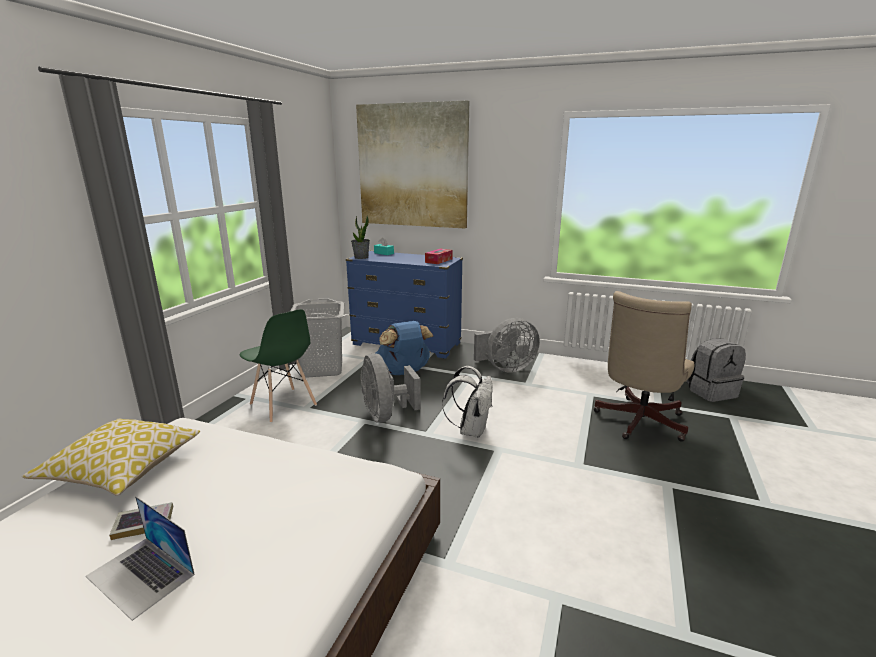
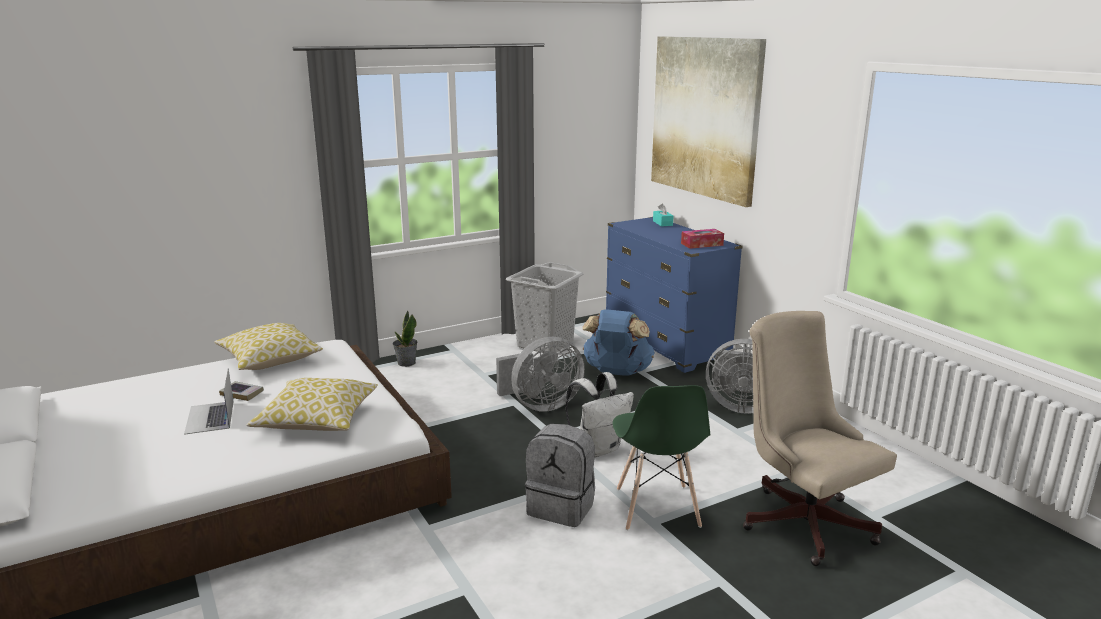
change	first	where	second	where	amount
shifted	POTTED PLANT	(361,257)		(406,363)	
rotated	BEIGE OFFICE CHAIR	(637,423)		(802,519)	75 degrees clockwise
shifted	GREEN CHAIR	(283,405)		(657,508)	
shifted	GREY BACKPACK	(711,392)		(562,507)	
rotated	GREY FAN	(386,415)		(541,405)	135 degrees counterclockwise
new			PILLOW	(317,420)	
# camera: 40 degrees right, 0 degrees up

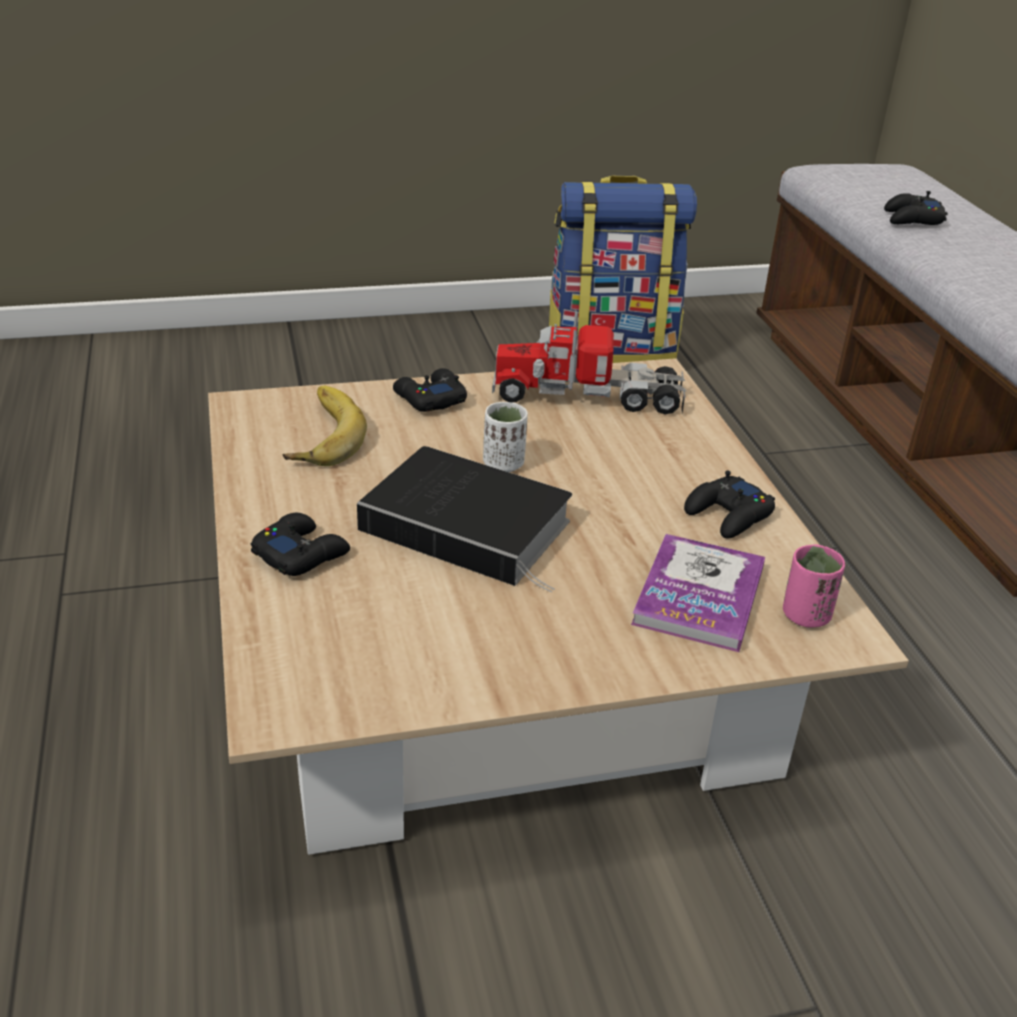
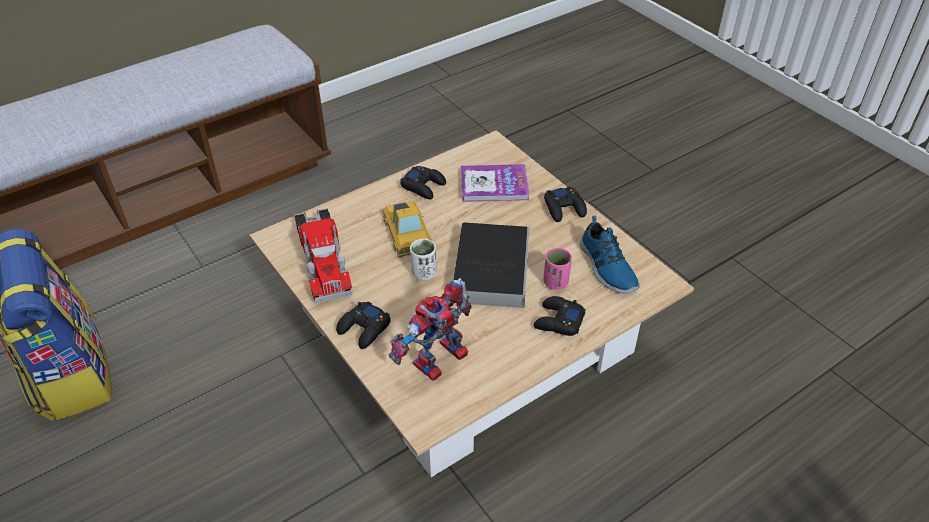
change	first	where	second	where	amount
shifted	BLACK GAME CONTROLLER	(912,219)		(564,208)	
swapped	BANANA	(319,434)	TOY ROBOT	(439,364)	
shifted	PINK CUP	(805,615)		(555,282)	
new			TOY CAR	(408,234)	
new			SHOE	(606,267)	
# camera: 110 degrees left, 10 degrees up

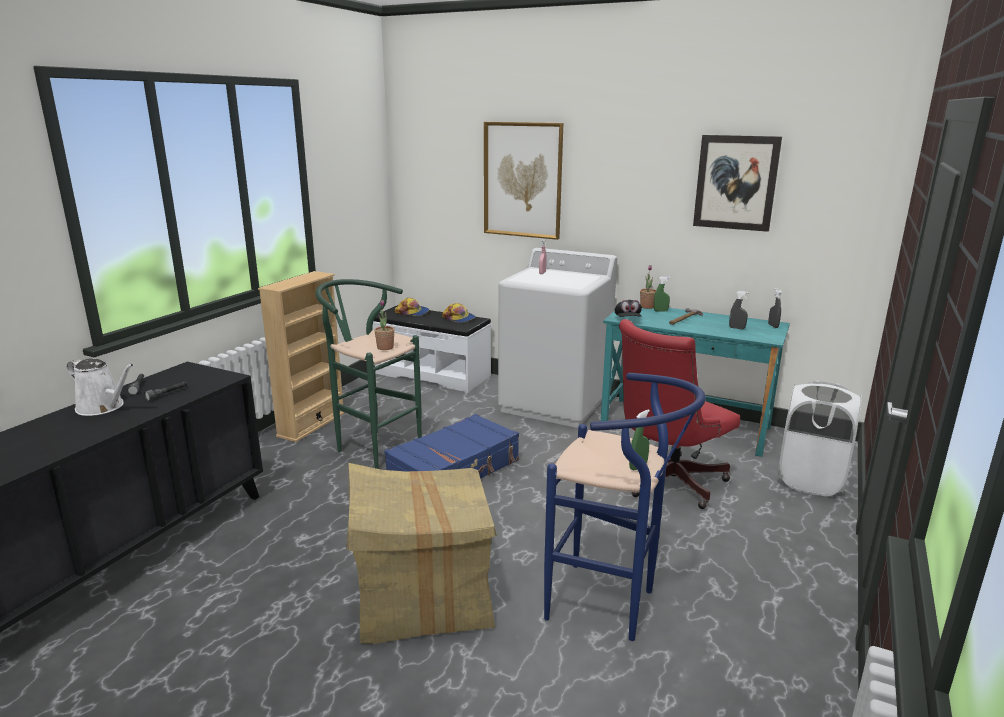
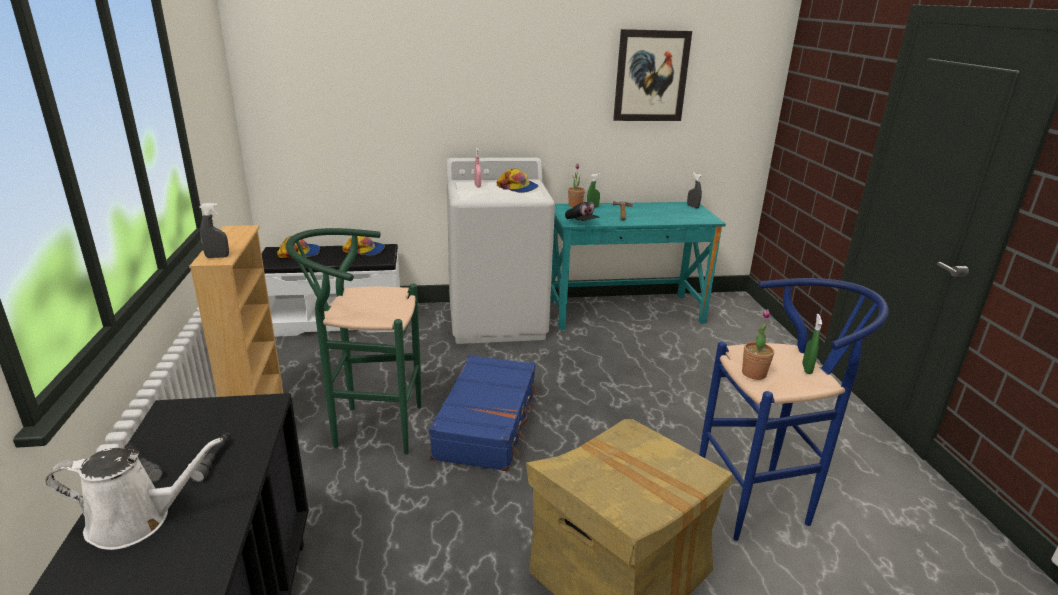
change	first	where	second	where	amount
gone	PICTURE	(522,180)			
shifted	GREY SPRAY BOTTLE	(737,328)		(217,257)	
shifted	POTTED PLANT	(385,347)		(754,373)	
gone	RED OFFICE CHAIR	(666,482)			
gone	WHITE LAUNDRY BASKET	(810,480)			
new			CAP	(517,188)	
# camera: 35 degrees left, 5 degrees up

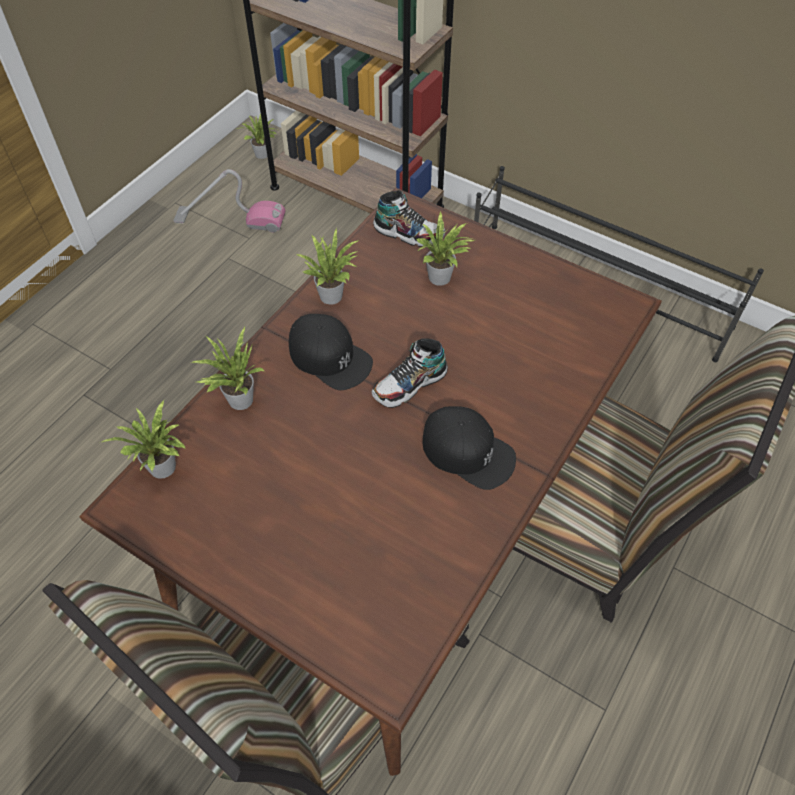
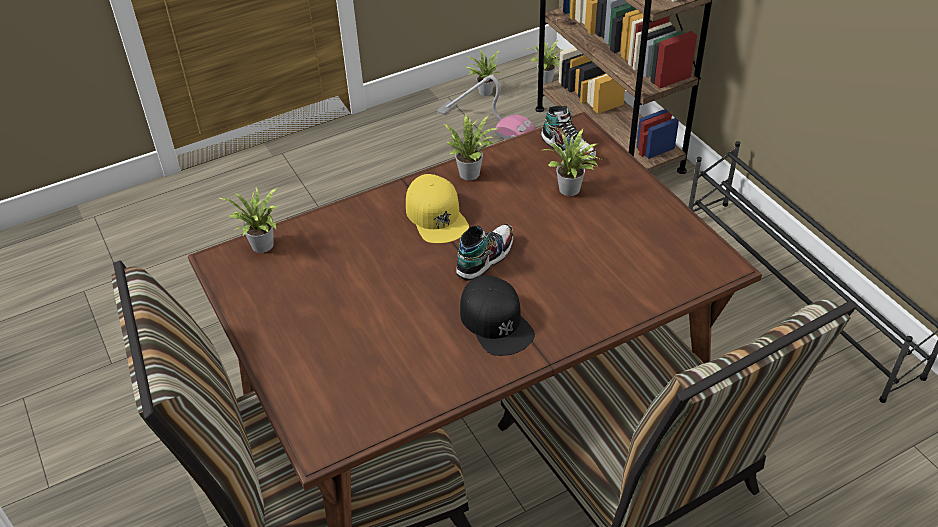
change	first	where	second	where	amount
repainted	BLACK CAP	(330,357)	YELLOW CAP	(436,216)	
shifted	POTTED PLANT	(237,399)		(484,91)	
rotated	SHOE	(410,385)		(485,258)	135 degrees clockwise
# camera: 30 degrees right, 10 degrees down

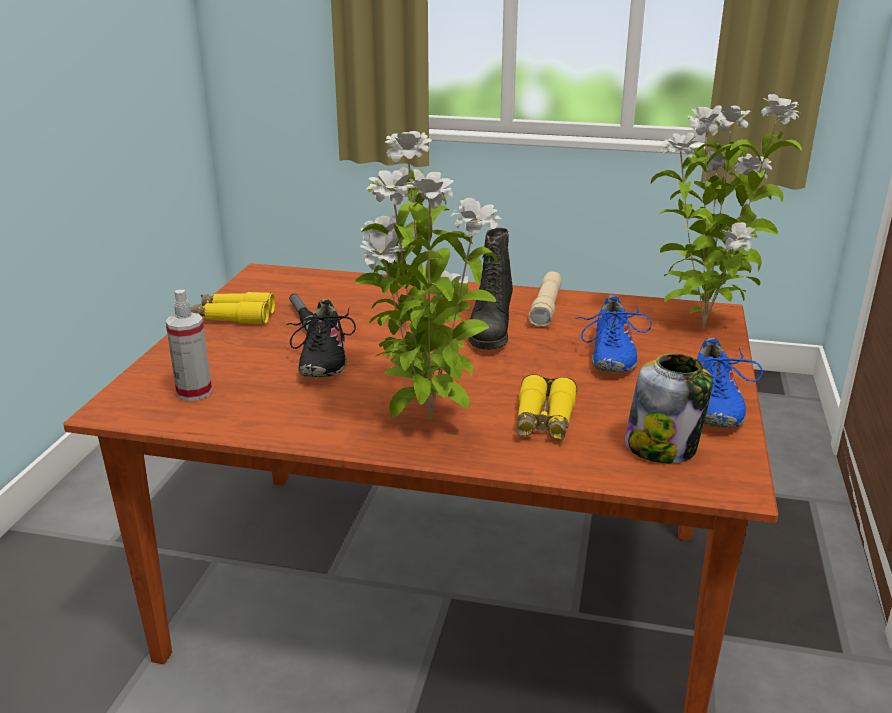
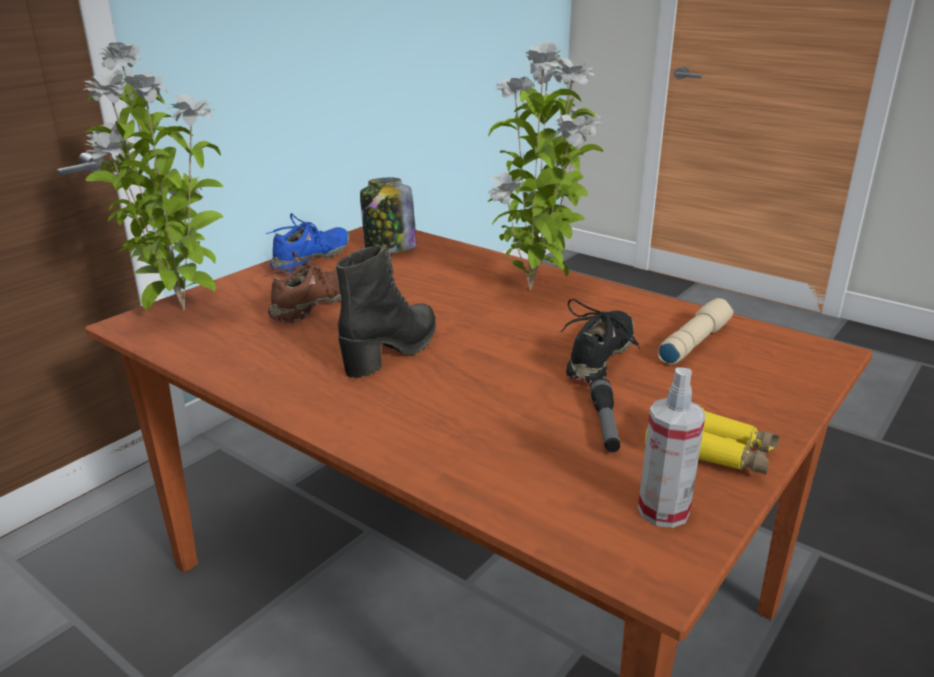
change	first	where	second	where	amount
shifted	BEIGE FLASHLIGHT	(547,308)		(693,342)	
shifted	SPRAY BOTTLE	(194,392)		(663,511)	
repainted	BLUE SHOE	(610,355)	BROWN SHOE	(316,304)	
gone	YELLOW BINOCULARS	(544,420)			
# camera: 155 degrees left, 0 degrees up

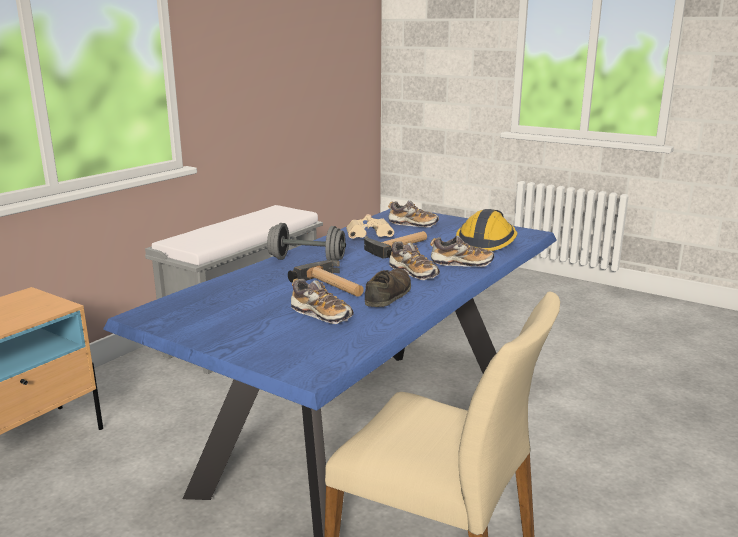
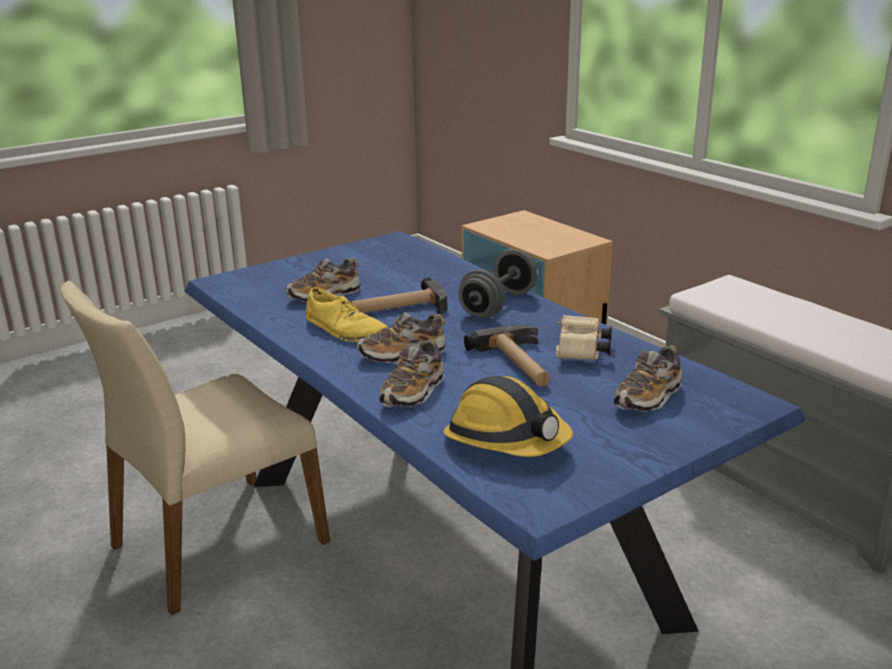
change	first	where	second	where	amount
repainted	BROWN SHOE	(388,294)	YELLOW SHOE	(345,330)	
# camera: 110 degrees right, 5 degrees up

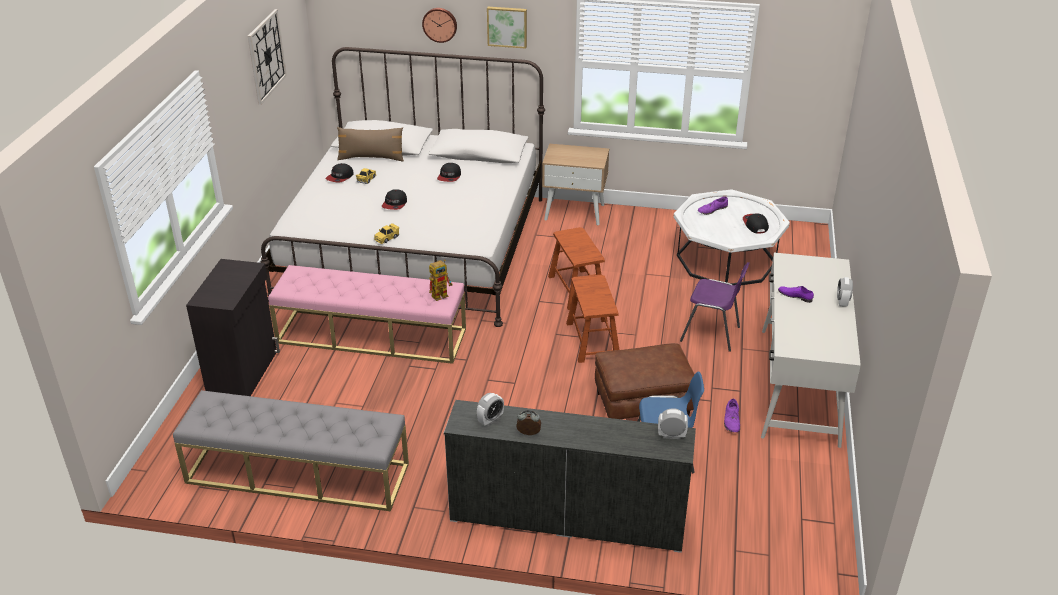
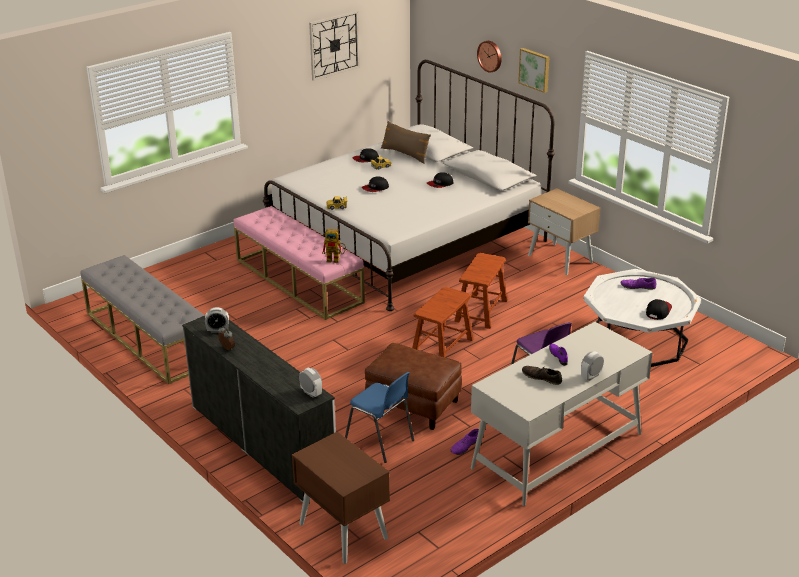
change	first	where	second	where	amount
gone	BLACK CABINET	(244,373)			
new			BROWN SHOE	(541,377)	
new			BROWN NIGHTSTAND	(342,530)	
# camera: 40 degrees right, 5 degrees down

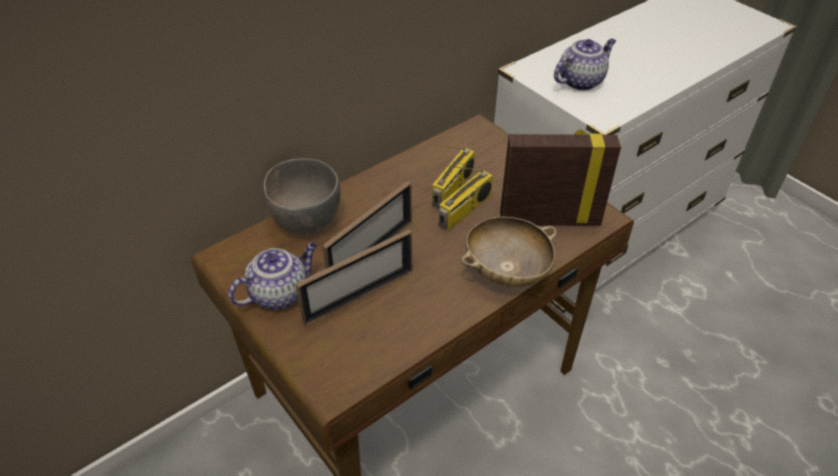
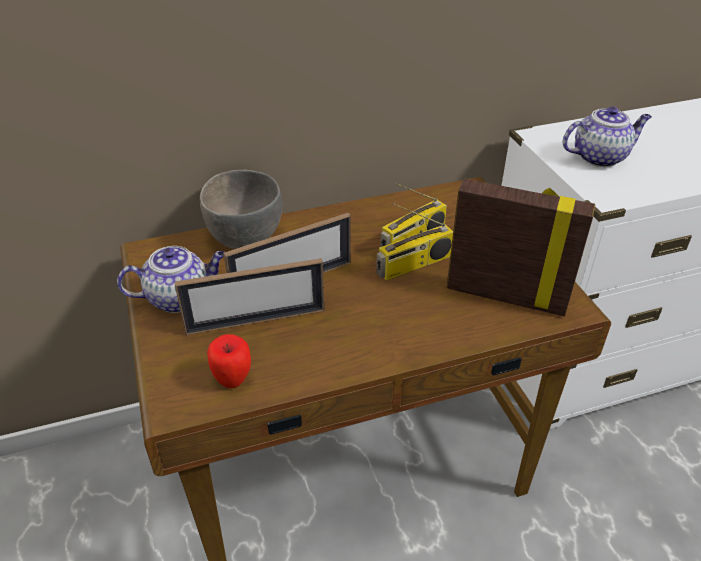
change	first	where	second	where	amount
gone	BEIGE BOWL	(506,270)			
new			APPLE	(233,380)	
# camera: 20 degrees right, 5 degrees down

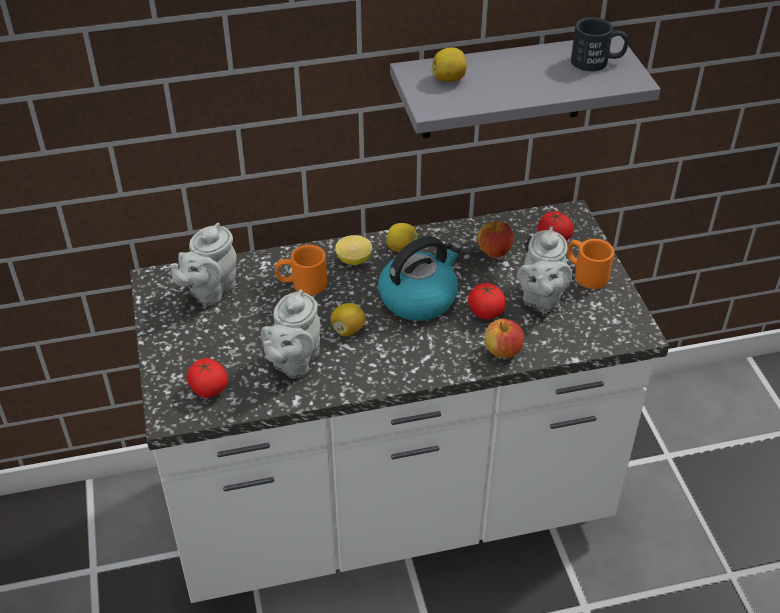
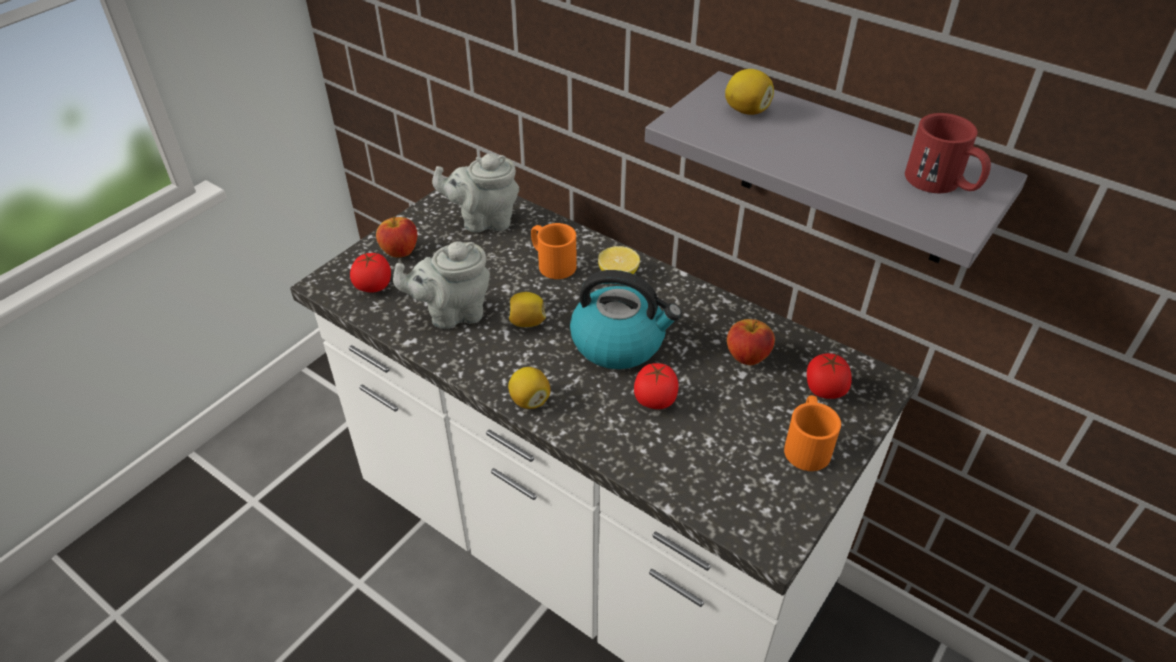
change	first	where	second	where	amount
repainted	BLACK MUG	(597,61)	RED MUG	(942,183)	
shifted	LEMON	(401,248)		(529,400)	
gone	GREY TEAPOT	(540,298)			
shifted	APPLE	(502,351)		(400,252)	
# camera: 50 degrees right, 0 degrees up

